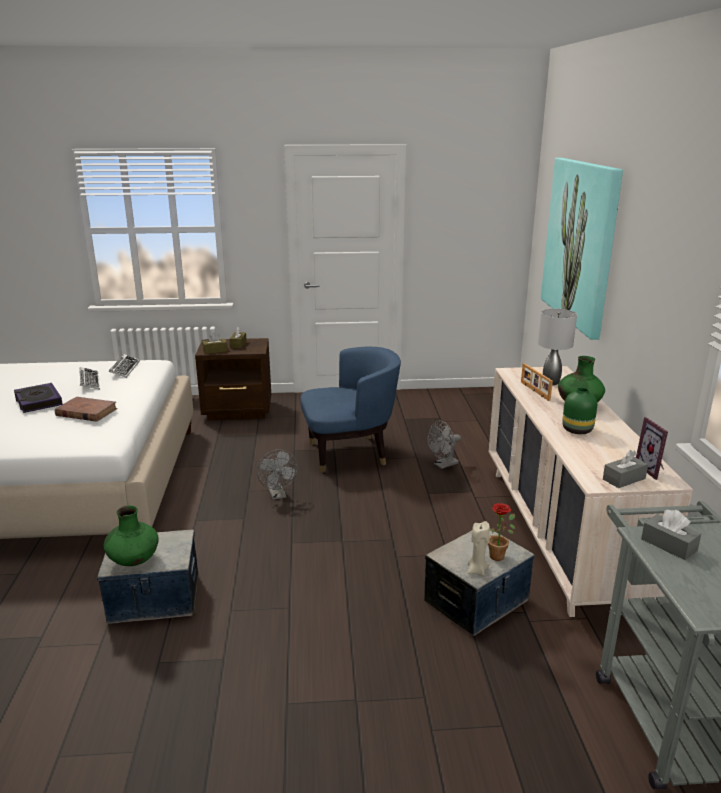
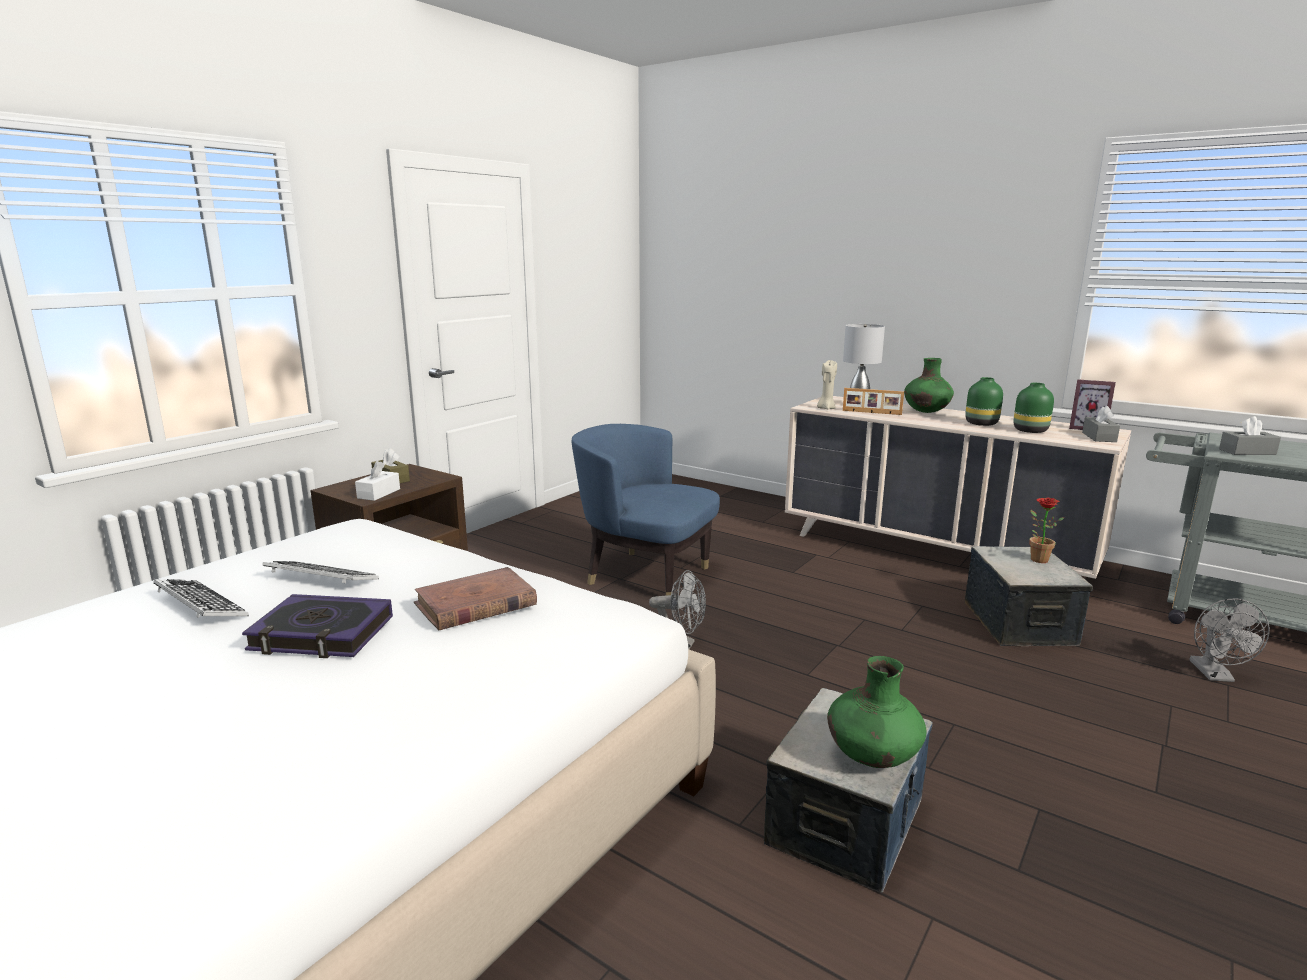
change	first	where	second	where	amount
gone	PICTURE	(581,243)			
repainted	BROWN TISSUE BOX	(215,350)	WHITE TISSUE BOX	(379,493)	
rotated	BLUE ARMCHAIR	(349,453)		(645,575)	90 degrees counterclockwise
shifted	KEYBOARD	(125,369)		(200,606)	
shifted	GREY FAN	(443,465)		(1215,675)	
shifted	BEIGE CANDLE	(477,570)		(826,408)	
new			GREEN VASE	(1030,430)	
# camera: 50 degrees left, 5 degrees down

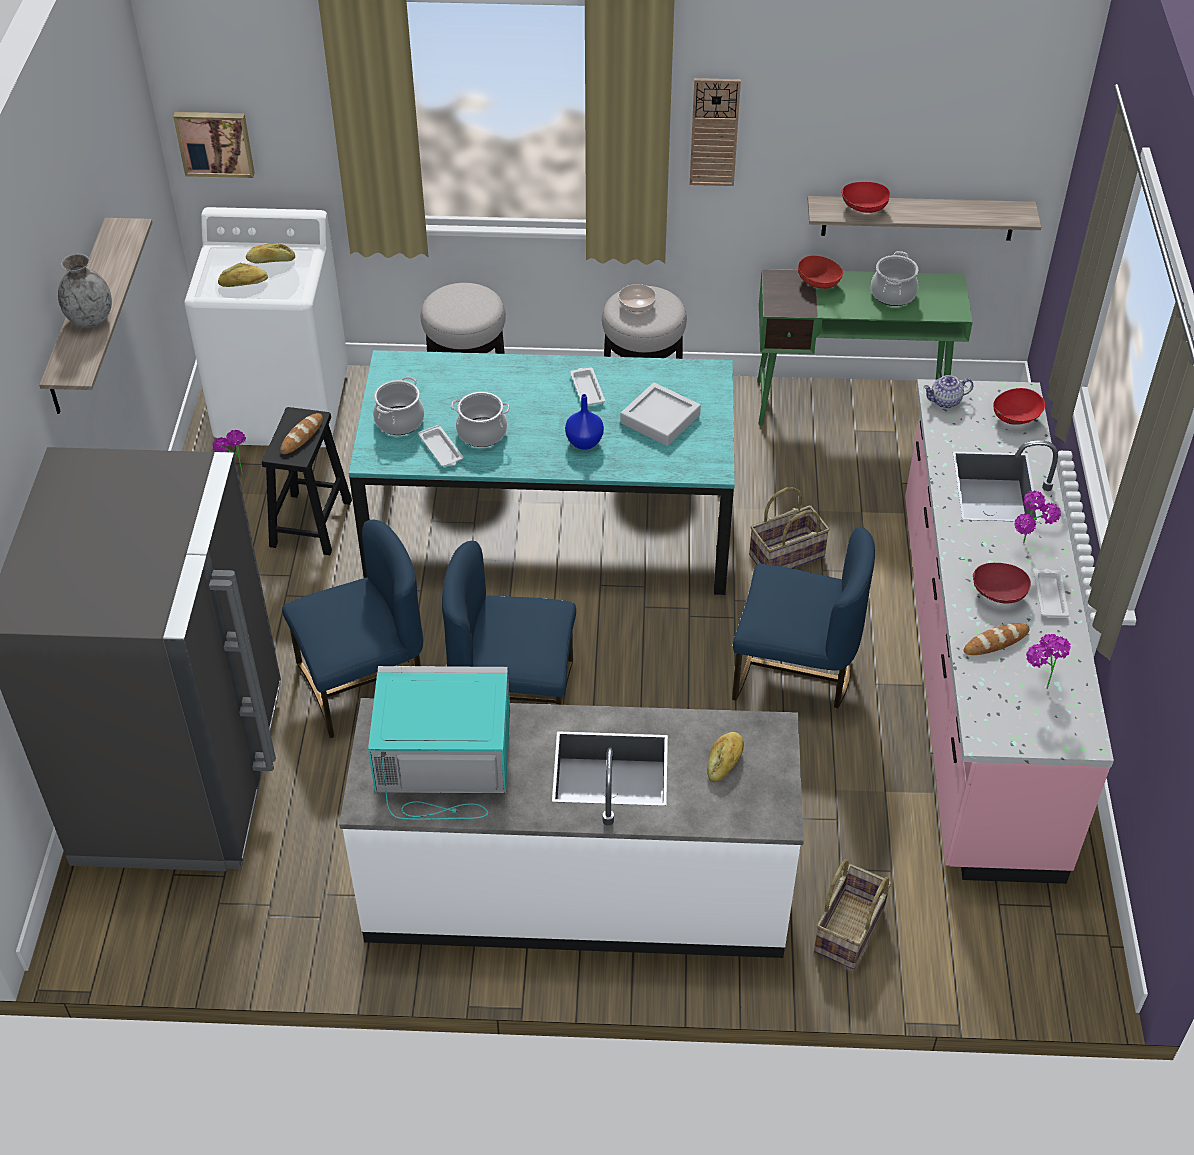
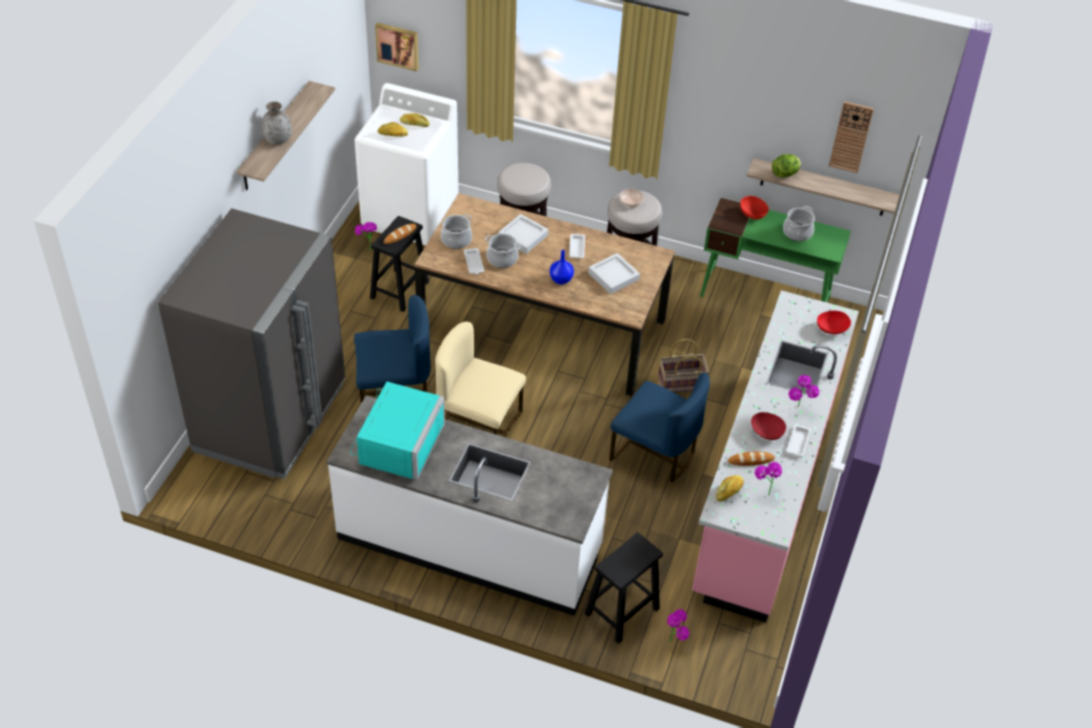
change	first	where	second	where	amount
shifted	WALL CLOCK	(714,132)		(851,137)	
swapped	RED BOWL	(863,208)	LETTUCE	(785,174)	
repainted	TURQUOISE DINING TABLE	(548,526)	BROWN DINING TABLE	(541,327)	
gone	TEAPOT	(945,401)			
repainted	BLUE CHAIR	(514,697)	BEIGE CHAIR	(479,424)	
rotated	TURQUOISE MICROWAVE	(442,763)		(396,443)	90 degrees clockwise
shifted	BREAD	(724,761)		(729,491)	
swapped	BASKET	(850,930)	BLACK STOOL	(621,612)	
new			GREY TRAY	(523,237)	
new			POTTED PLANT	(675,640)	
# camera: 15 degrees right, 0 degrees up

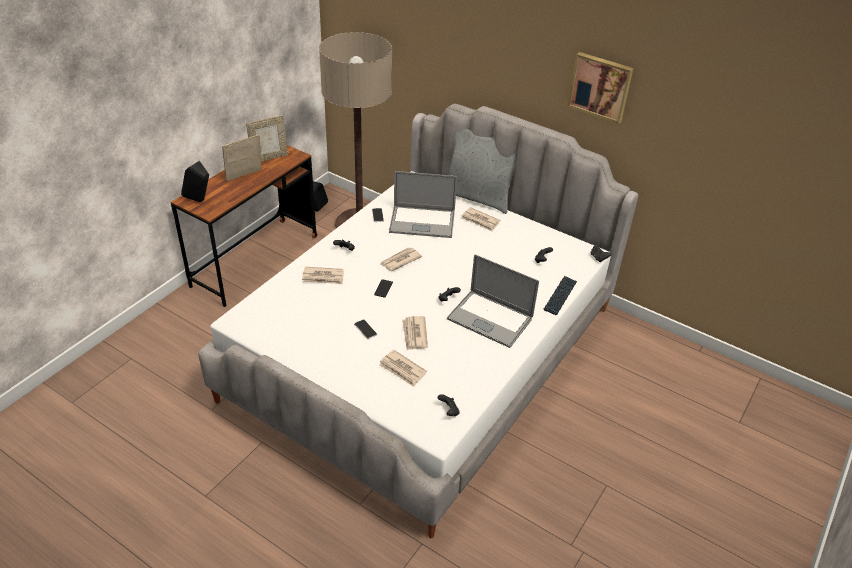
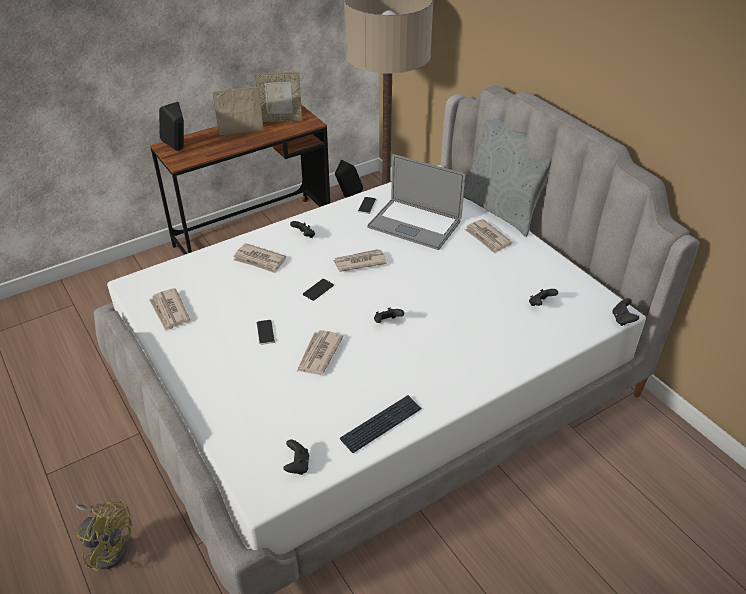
change	first	where	second	where	amount
gone	PICTURE	(600,86)			
gone	LAPTOP	(489,319)			
shifted	KEYBOARD	(560,296)		(381,424)	
shifted	NEWSPAPER	(402,370)		(169,311)	
new			YELLOW FAN	(108,546)	
# camera: 25 degrees right, 0 degrees up

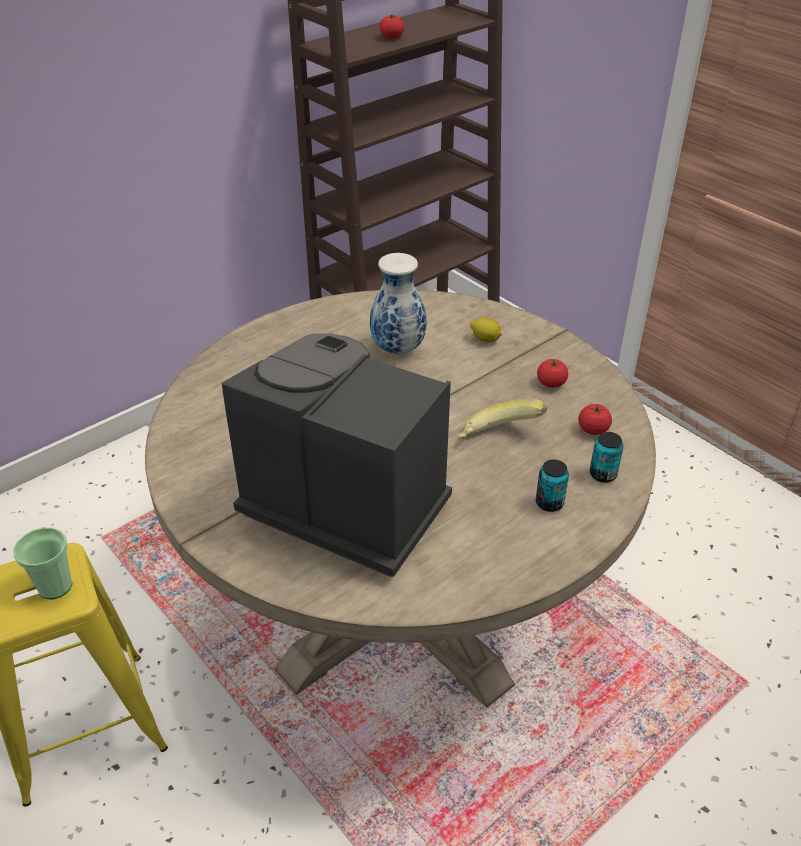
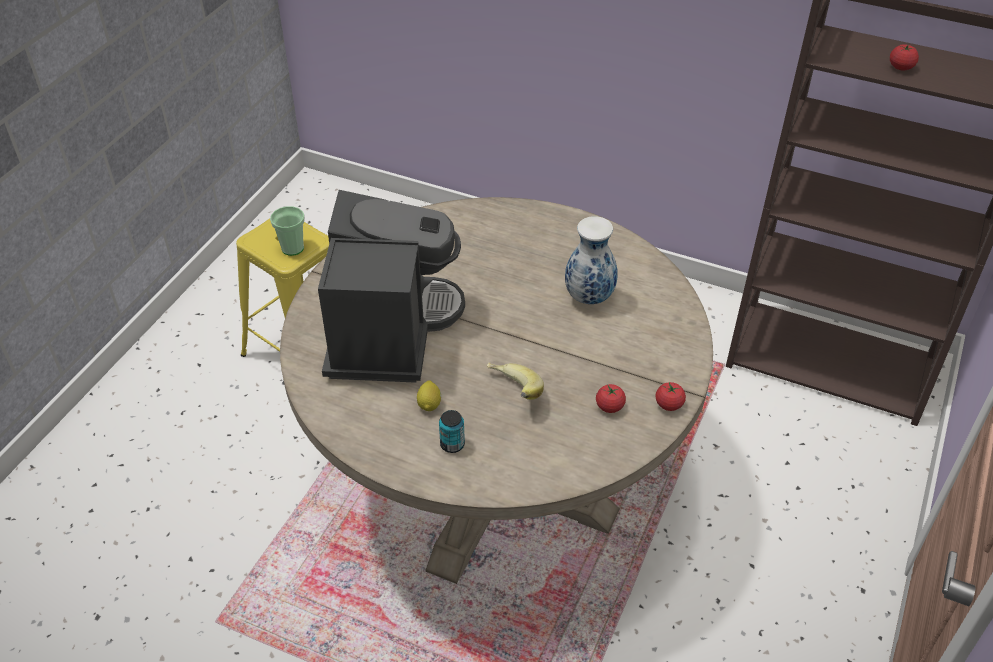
change	first	where	second	where	amount
shifted	LEMON	(485,339)		(429,404)	
shifted	TOMATO	(593,429)		(669,404)	
gone	CAN	(603,474)			
# camera: 65 degrees right, 5 degrees up

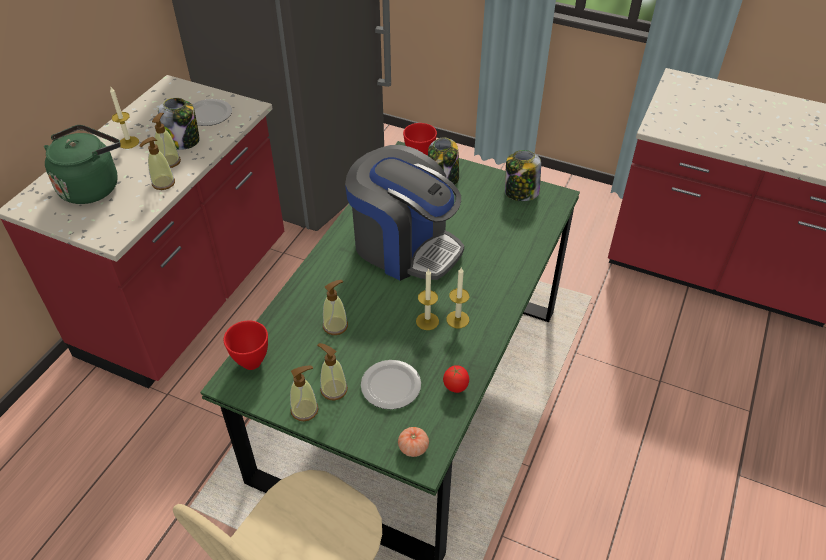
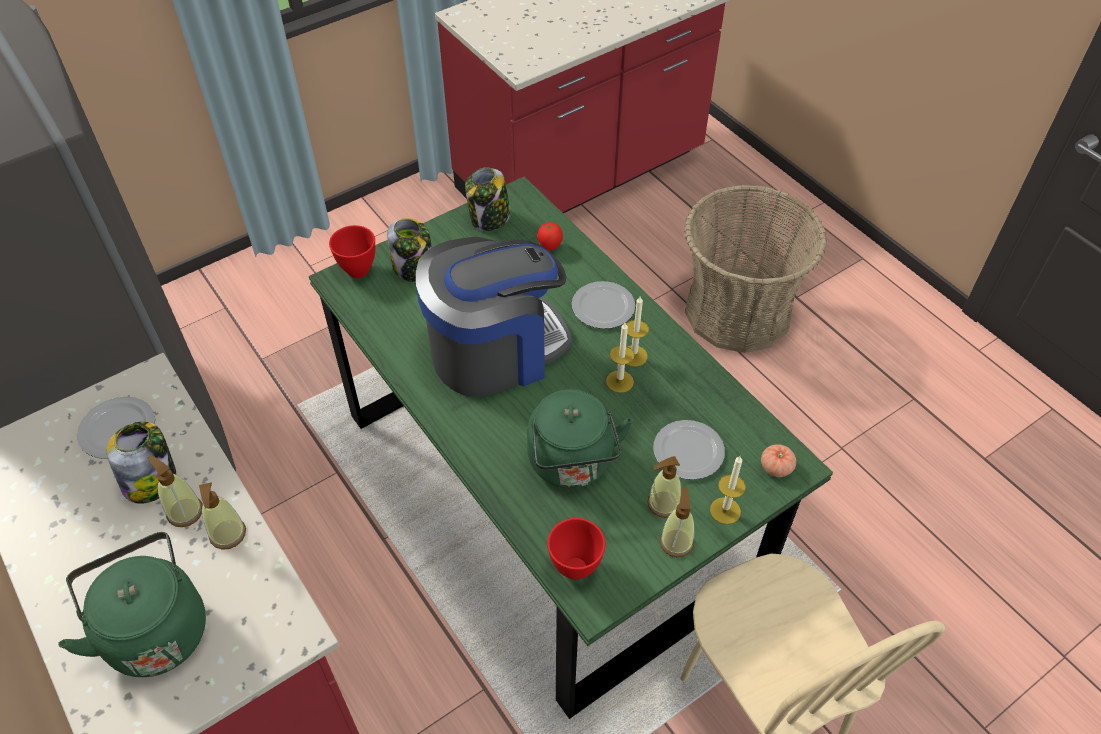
change	first	where	second	where	amount
shifted	CANDLE	(128,142)		(725,510)	
swapped	SOAP DISPENSER	(335,326)	GREEN KETTLE	(572,464)	
shifted	TOMATO	(455,387)		(549,247)	
new			BASKET	(738,311)	
new			PLATE	(602,308)	
# camera: 60 degrees left, 5 degrees up

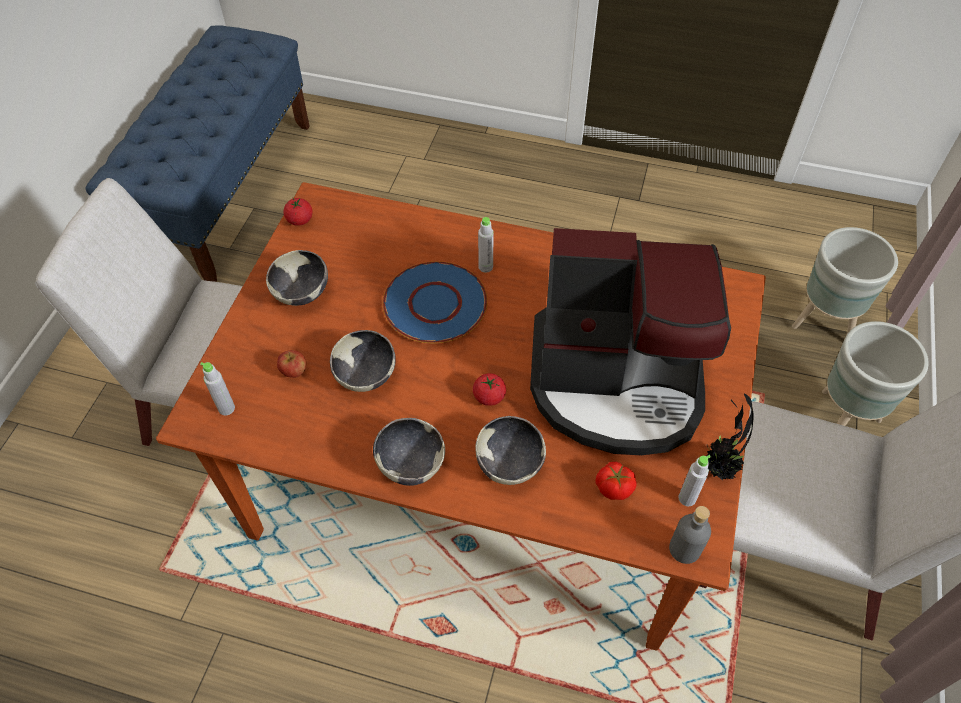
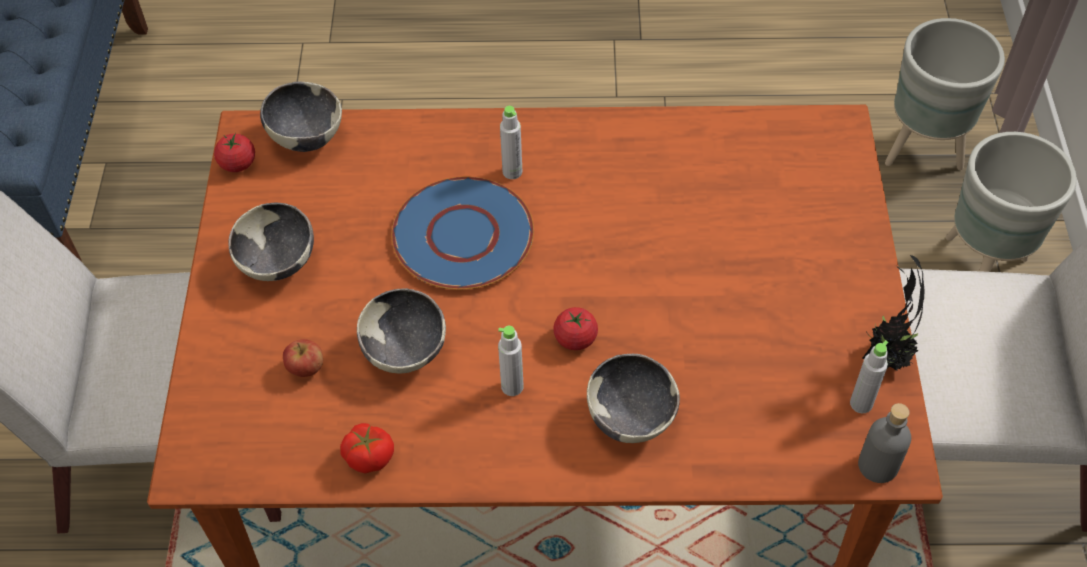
change	first	where	second	where	amount
gone	COFFEE MACHINE	(617,383)			
shifted	GREY BOTTLE	(226,408)		(512,386)	
shifted	BOWL	(411,465)		(306,137)	
shifted	TOMATO	(614,488)		(369,457)	
# camera: 15 degrees left, 0 degrees up

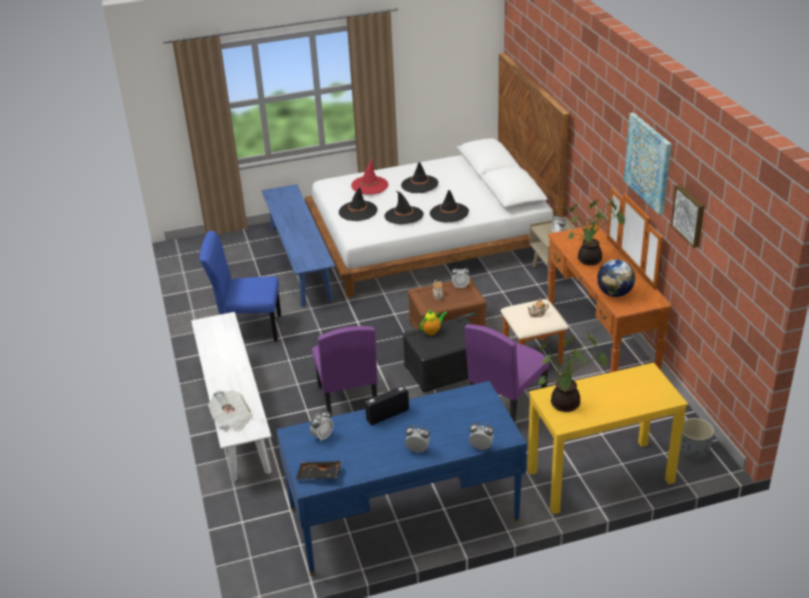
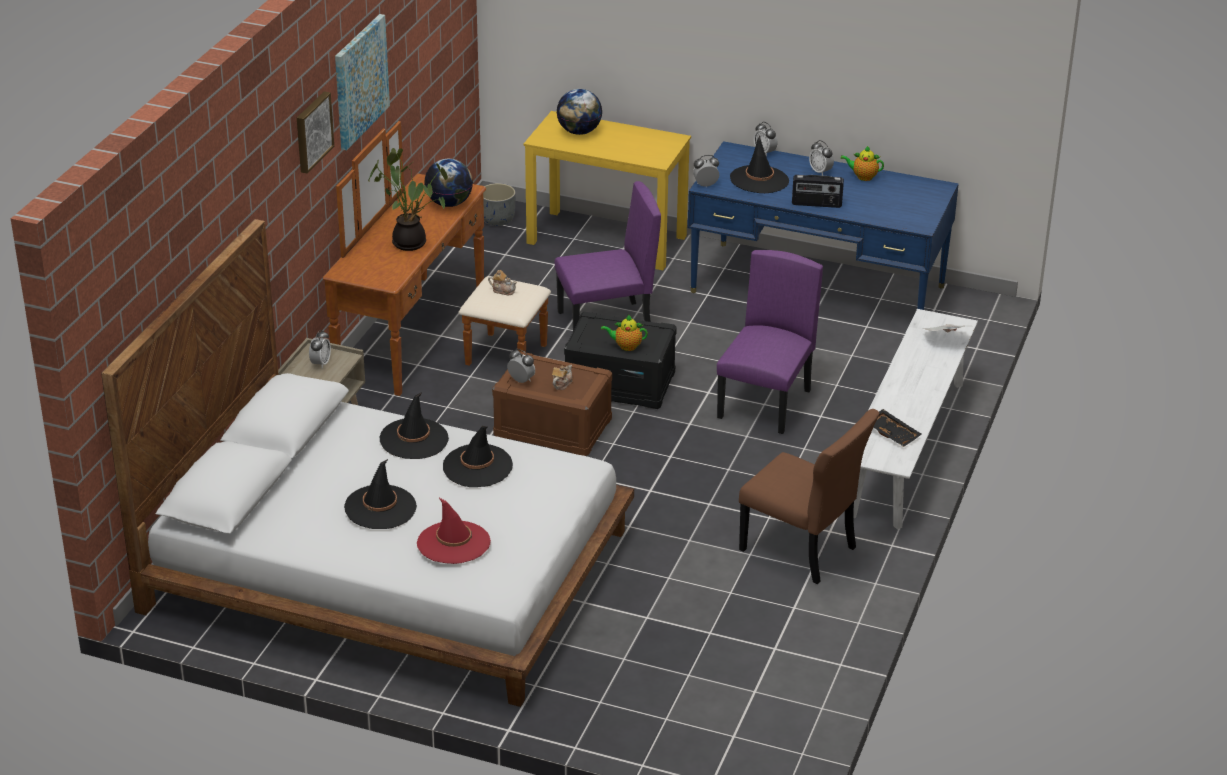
change	first	where	second	where	amount
gone	BLUE BENCH	(300,262)			
shifted	PICTURE	(689,215)		(312,131)	
shifted	BLACK HAT	(358,211)		(759,180)	
repainted	BLUE CHAIR	(248,329)	BROWN CHAIR	(802,551)	
gone	POTTED PLANT	(566,405)			
shifted	ALARM CLOCK	(322,436)		(705,185)	
shifted	BLACK TRAY	(319,475)		(893,433)	
new			GLOBE	(579,132)	
new			TEAPOT	(863,177)	
# camera: 145 degrees left, 0 degrees up

